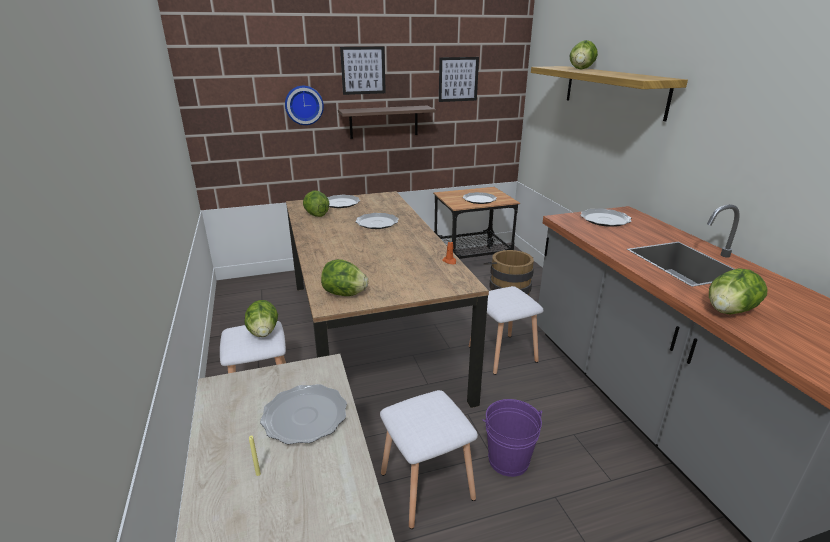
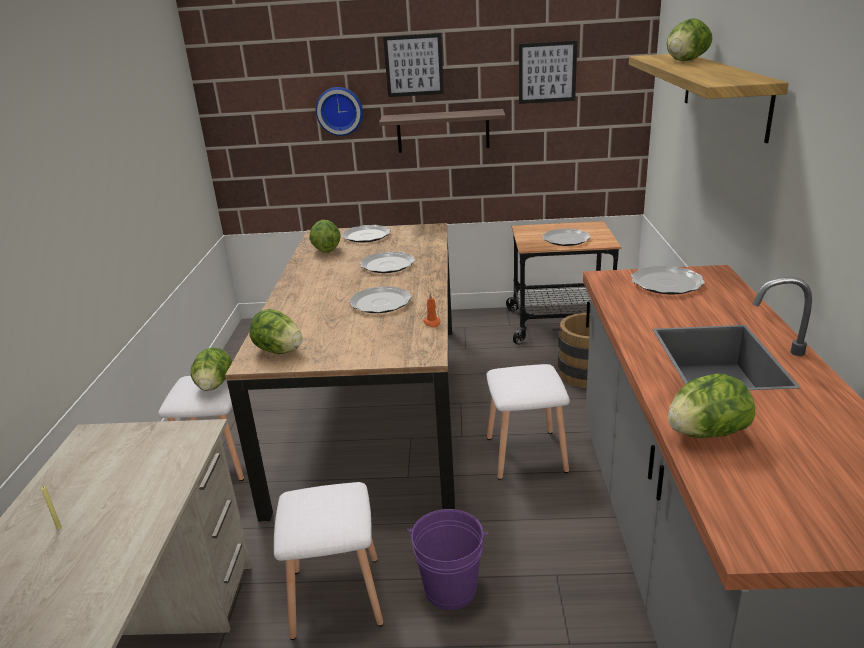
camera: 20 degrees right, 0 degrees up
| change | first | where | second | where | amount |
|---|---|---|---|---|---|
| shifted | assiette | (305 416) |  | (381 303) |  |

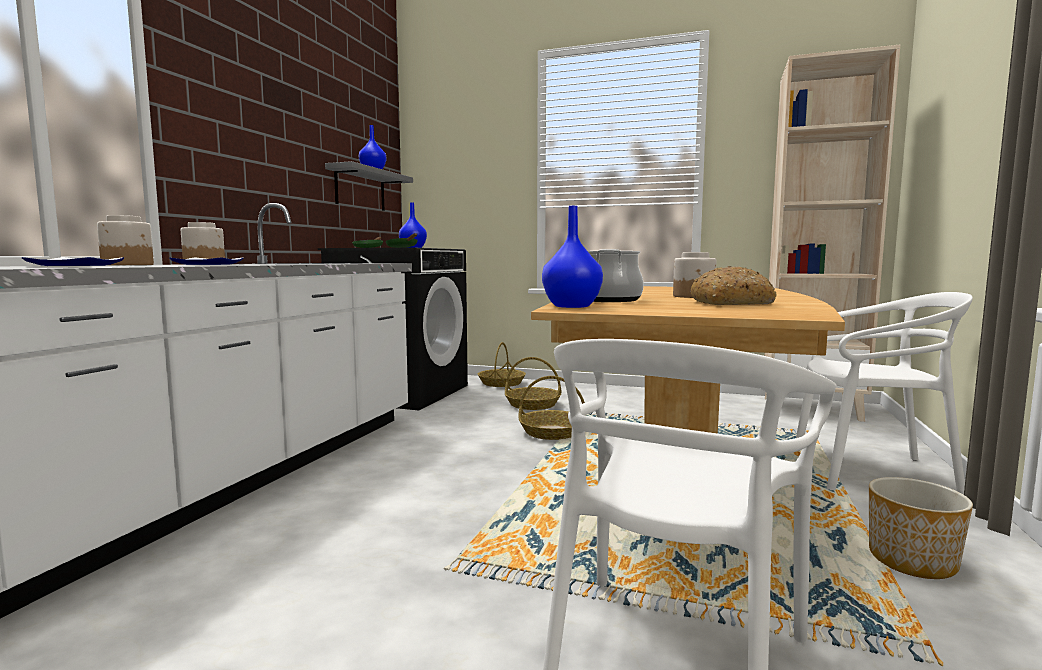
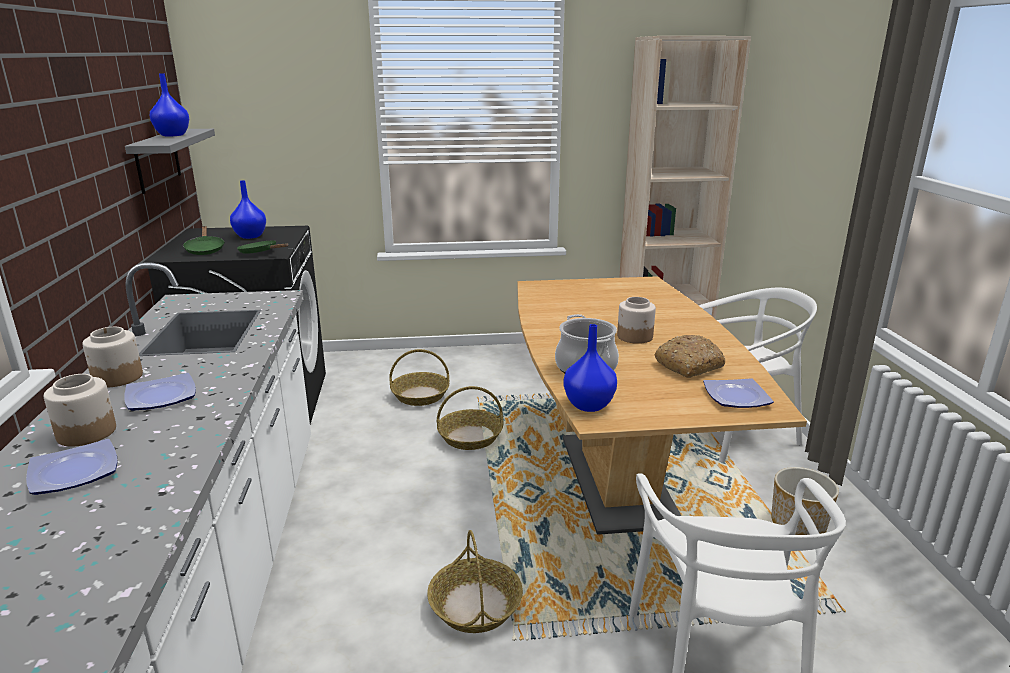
camera: 25 degrees left, 15 degrees up
| change | first | where | second | where | amount |
|---|---|---|---|---|---|
| shifted | panier | (501 383) |  | (475 605) |  |
| new |  |  | assiette | (735 396) |  |

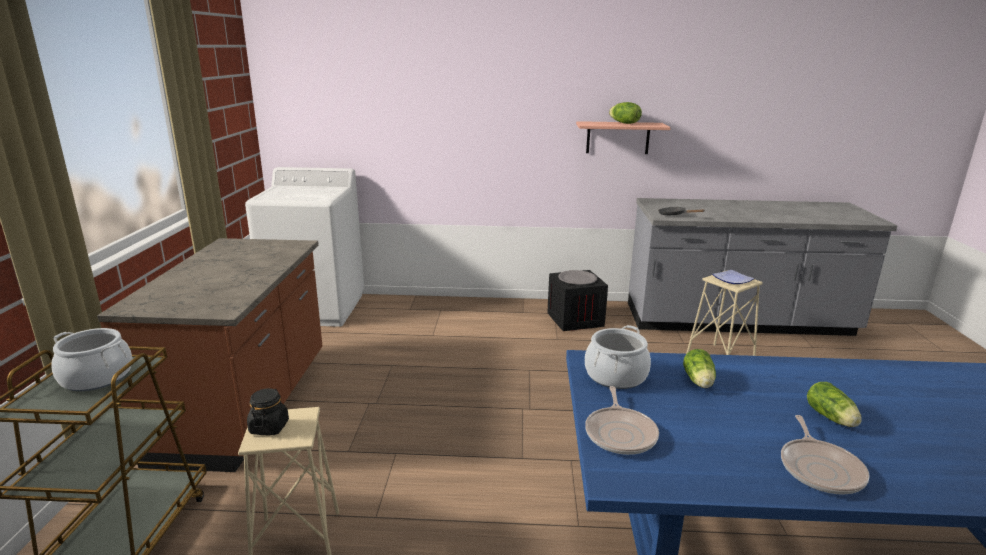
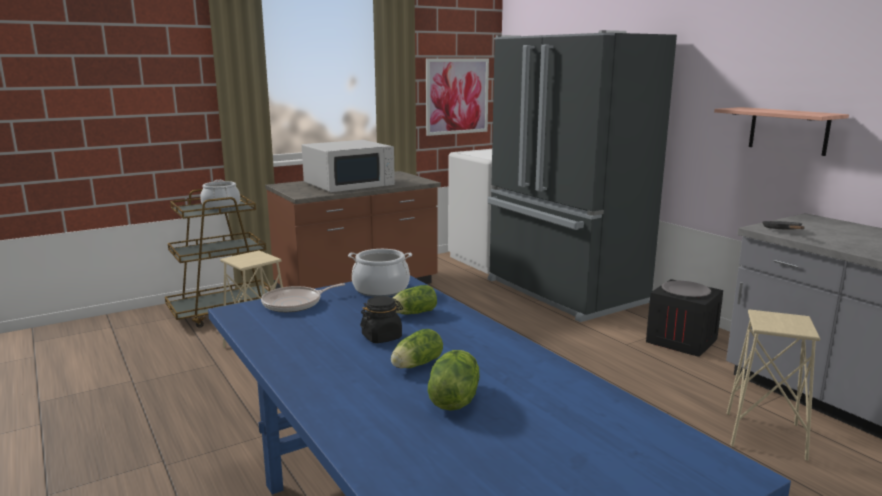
camera: 55 degrees right, 5 degrees down
| change | first | where | second | where | amount |
|---|---|---|---|---|---|
| shifted | laitue | (624 123) |  | (453 399) |  |
| gone | assiette | (731 279) |  |  |  |
| shifted | bocal [noir] | (269 427) |  | (382 337) |  |
| gone | poêle | (820 469) |  |  |  |
| new |  |  | réfrigérateur [noir] | (563 292) |  |
| new |  |  | tableau | (457 96) |  |
| new |  |  | micro-ondes [blanc] | (349 184) |  |

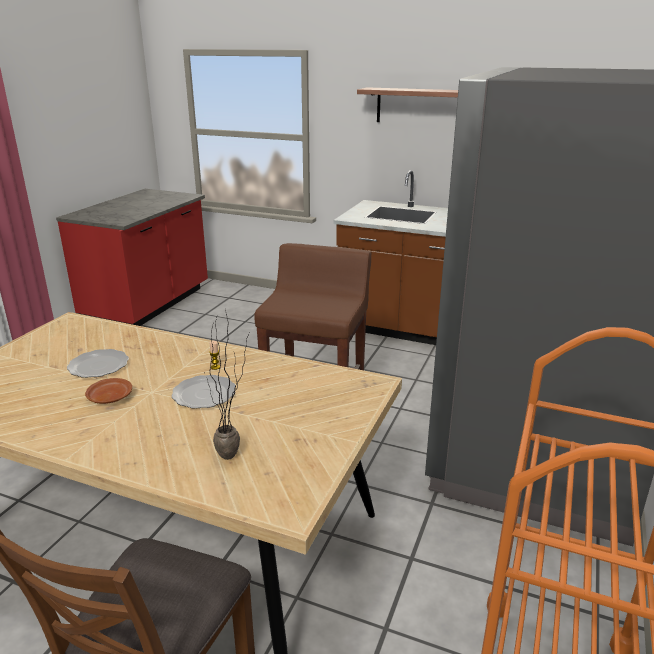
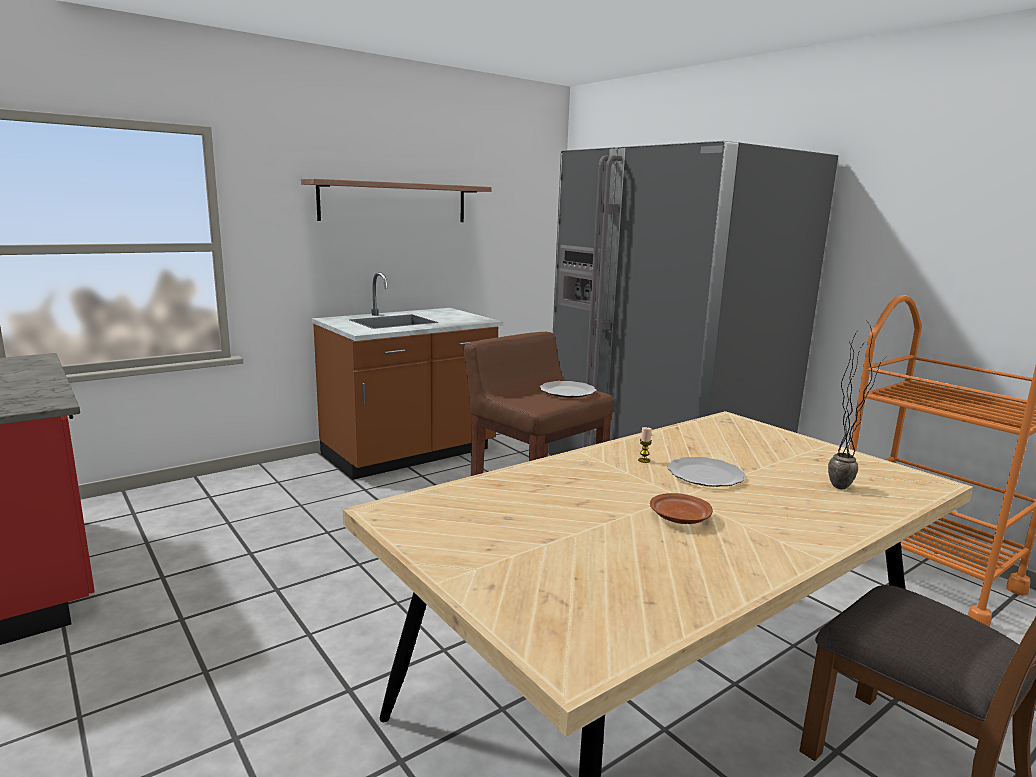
camera: 60 degrees left, 10 degrees down
| change | first | where | second | where | amount |
|---|---|---|---|---|---|
| shifted | assiette | (98 365) |  | (567 392) |  |

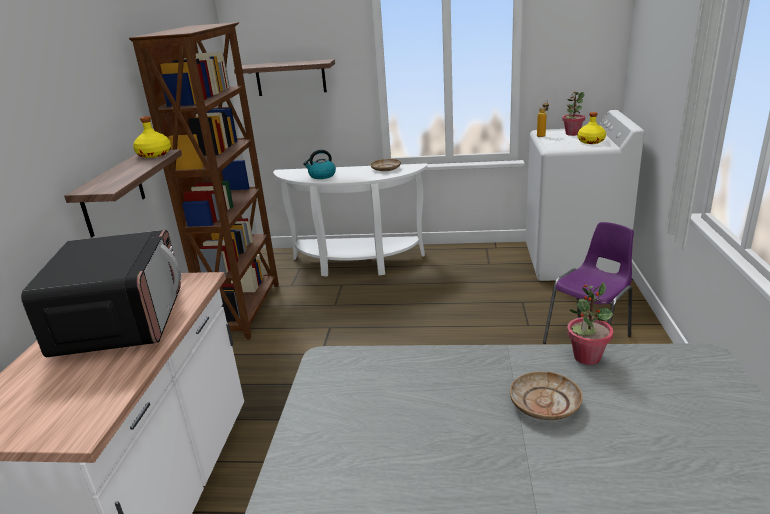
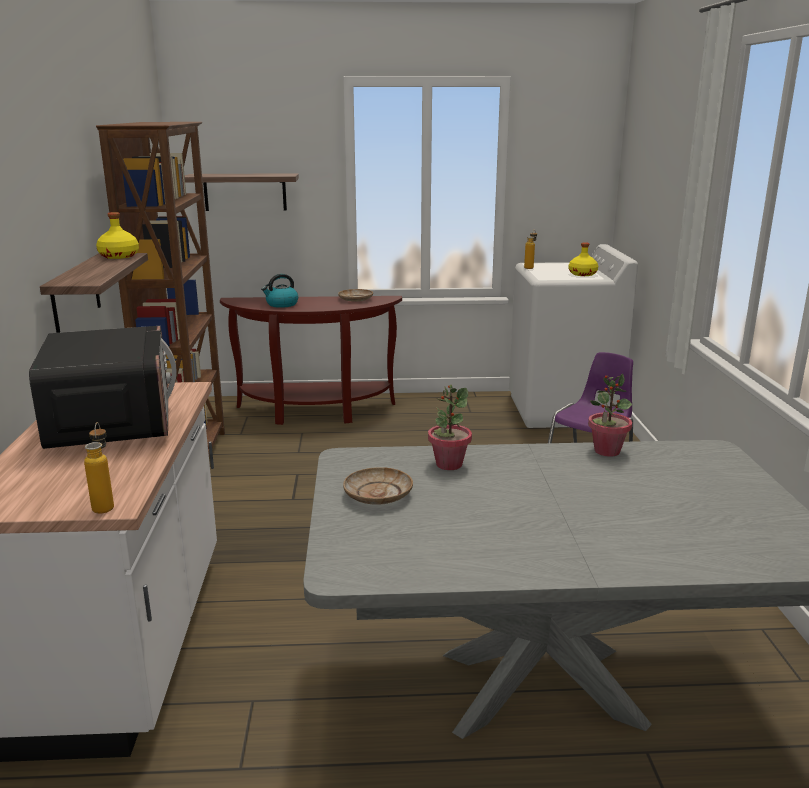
camera: 10 degrees left, 5 degrees down
| change | first | where | second | where | amount |
|---|---|---|---|---|---|
| shifted | plante en pot | (572 134) |  | (448 464) |  |
| repainted | table console [blanc] | (355 264) | table console [marron] | (315 412) |  |
| shifted | assiette [beige] | (544 404) |  | (377 495) |  |
| new |  |  | bouteille | (105 505) |  |

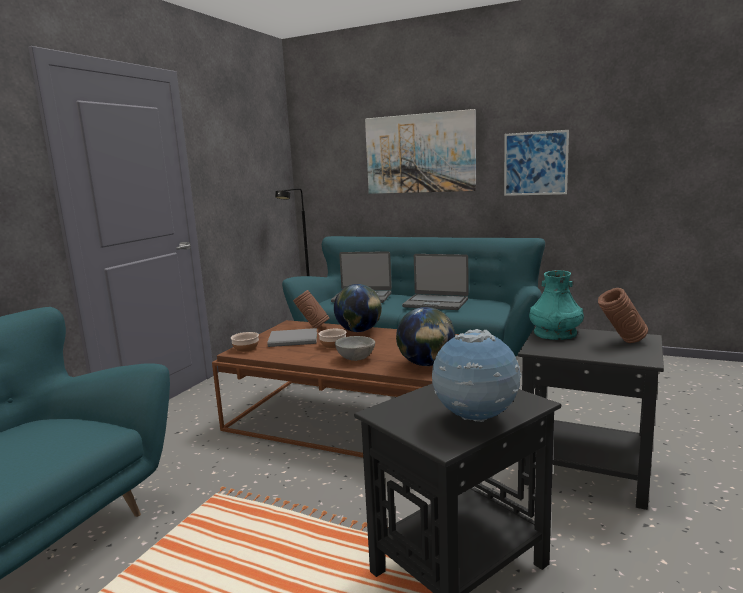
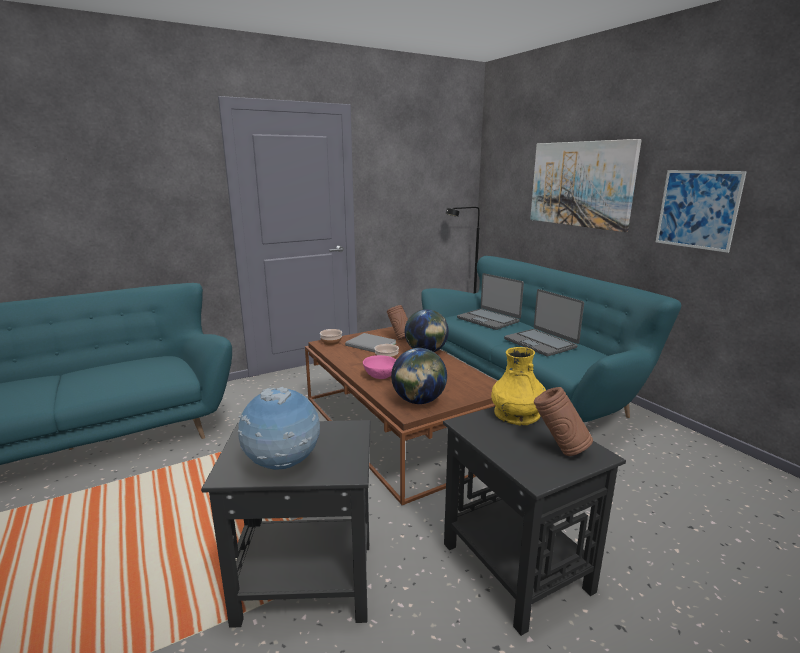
camera: 35 degrees right, 5 degrees up
| change | first | where | second | where | amount |
|---|---|---|---|---|---|
| repainted | vase [turquoise] | (555 333) | vase [jaune] | (517 414) |  |
| repainted | bol [gris] | (355 358) | bol [rose] | (381 376) |  |

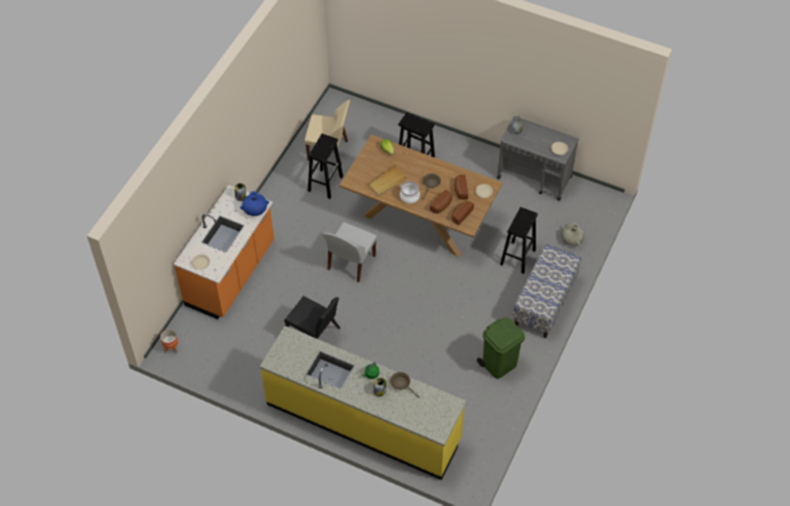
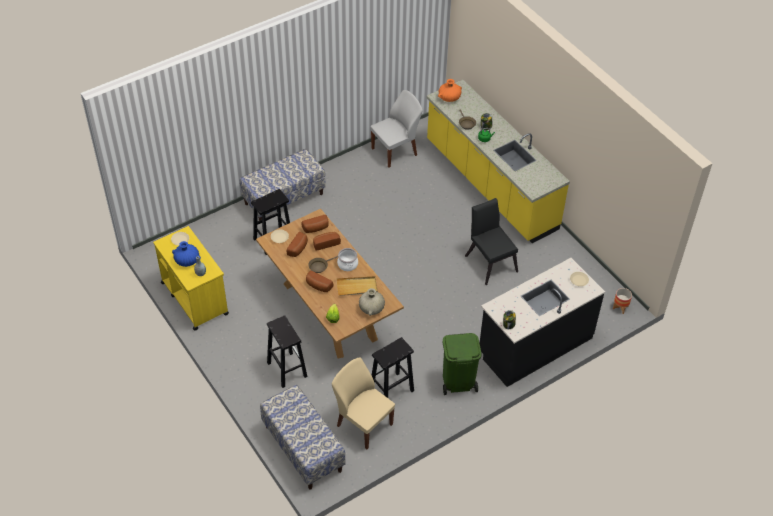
camera: 150 degrees left, 5 degrees down
| change | first | where | second | where | amount |
|---|---|---|---|---|---|
| repainted | chariot [gris] | (535 177) | chariot [jaune] | (194 298) |  |
| repainted | comptoir de cuisine [orange] | (231 274) | comptoir de cuisine [noir] | (534 345) |  |
| shifted | vase [bleu] | (255 210) |  | (187 261) |  |
| shifted | chaise [blanc] | (350 263) |  | (395 151) |  |
| shifted | vase [beige] | (571 239) |  | (371 308) |  |
| shifted | poubelle [vert] | (499 364) |  | (458 382) |  |
| new |  |  | vase [orange] | (449 98) |  |
| new |  |  | pain | (318 286) |  |
| new |  |  | banc | (303 448) |  |

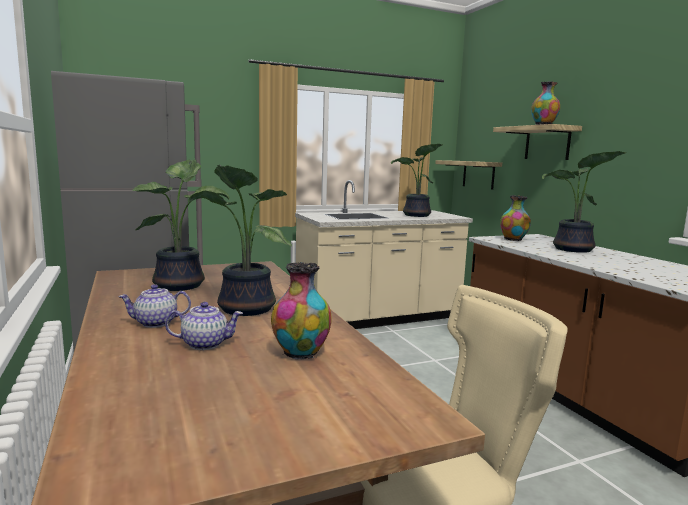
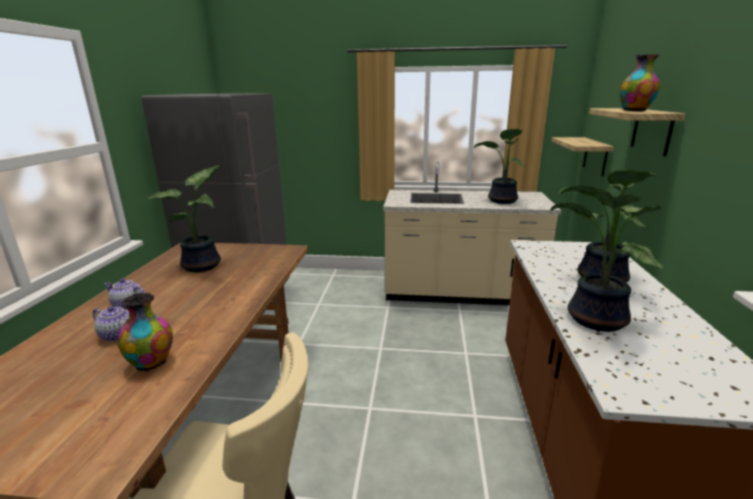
camera: 30 degrees right, 10 degrees up
| change | first | where | second | where | amount |
|---|---|---|---|---|---|
| shifted | plante en pot | (243 309) |  | (593 319) |  |
| gone | vase | (513 240) |  |  |  |

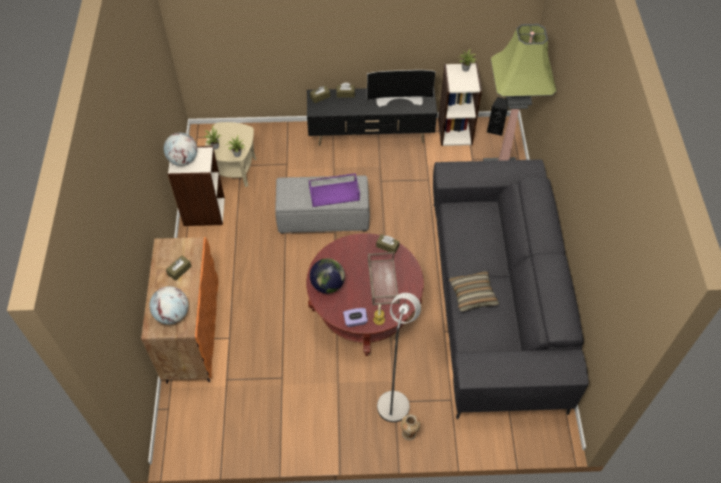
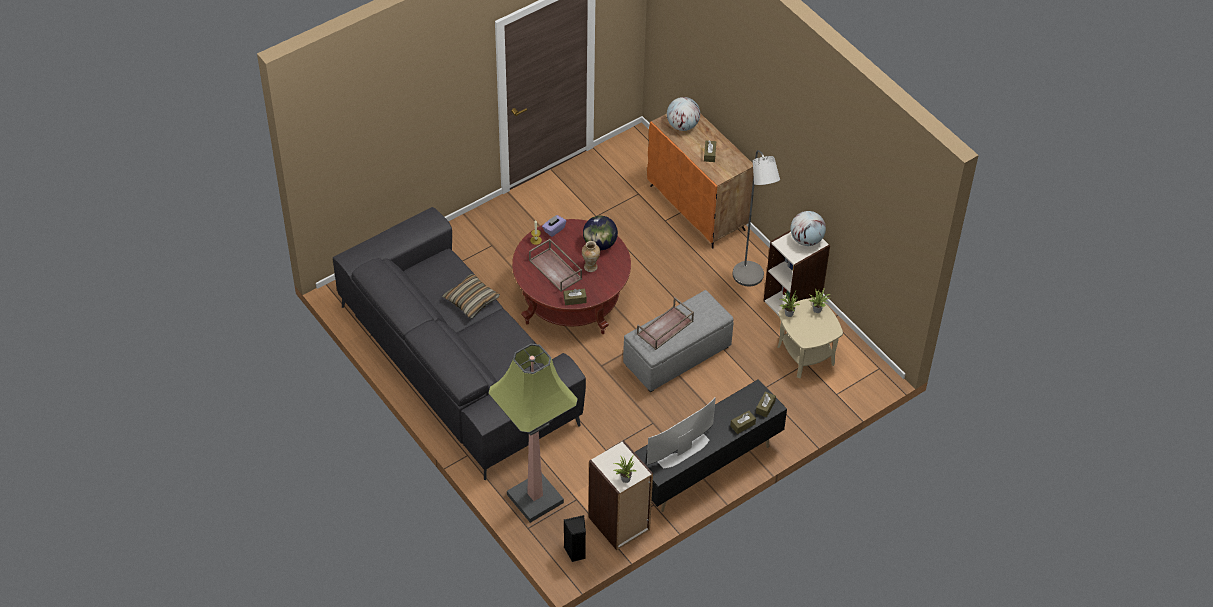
camera: 145 degrees right, 5 degrees down
| change | first | where | second | where | amount |
|---|---|---|---|---|---|
| repainted | plateau [violet] | (334 193) | plateau [marron] | (665 328) |  |
| shifted | lampadaire [gris] | (394 400) |  | (750 279) |  |
| shifted | vase | (409 433) |  | (590 267) |  |

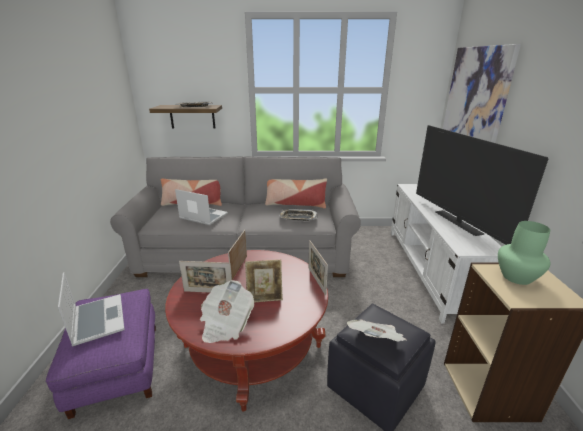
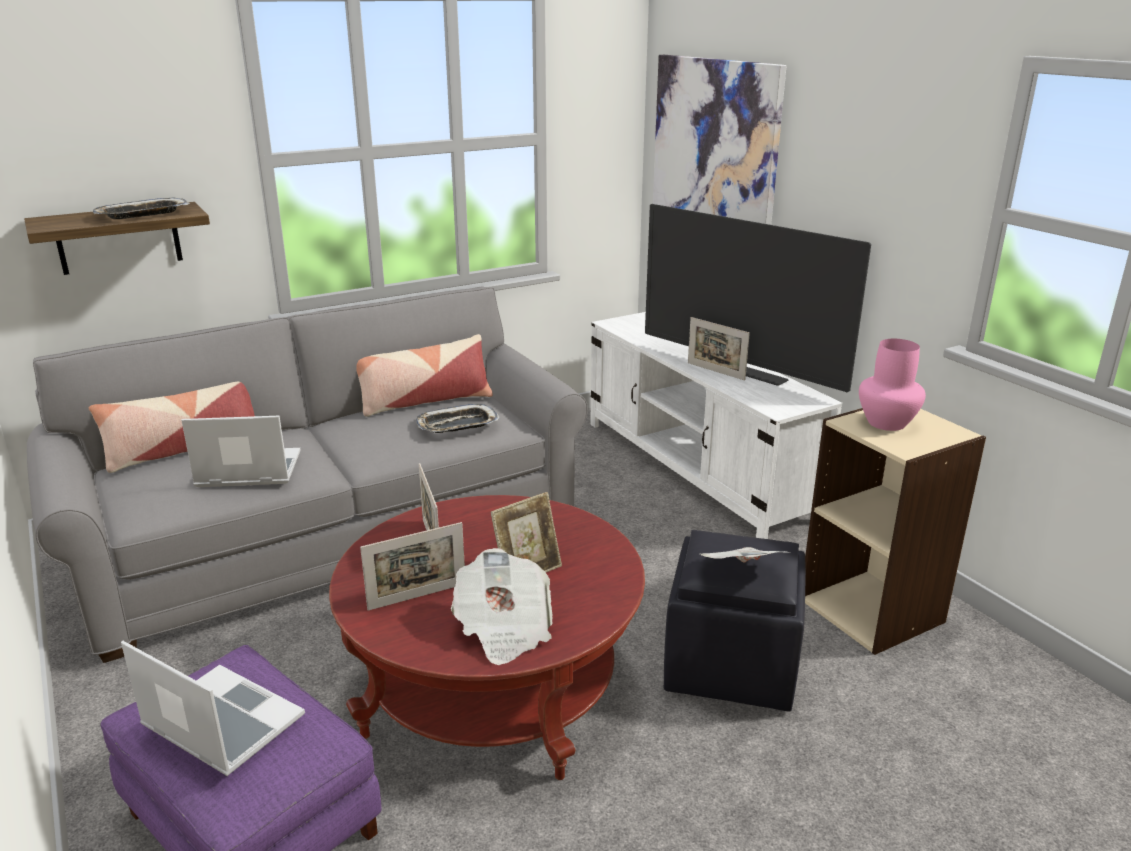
camera: 30 degrees left, 0 degrees up
| change | first | where | second | where | amount |
|---|---|---|---|---|---|
| repainted | vase [vert] | (516 277) | vase [rose] | (887 423) |  |
| shifted | cadre photo | (316 281) |  | (715 371) |  |

